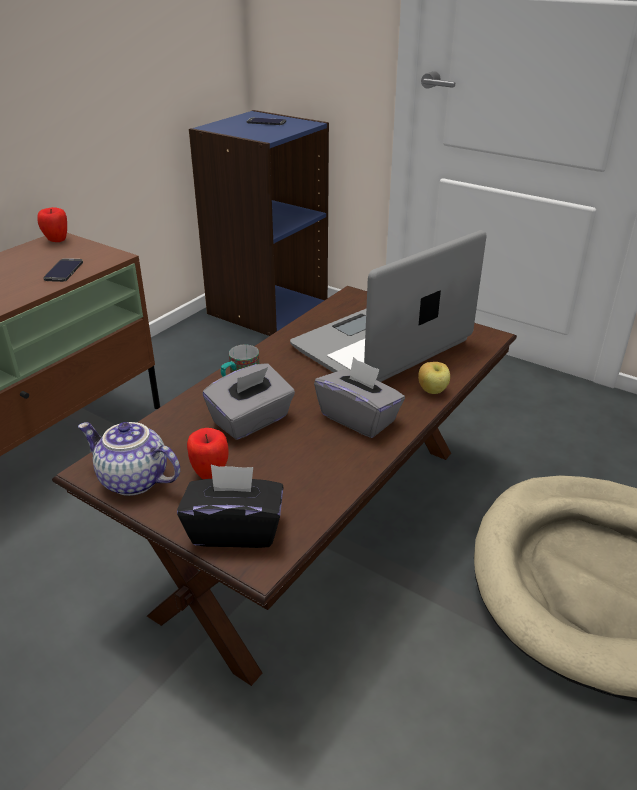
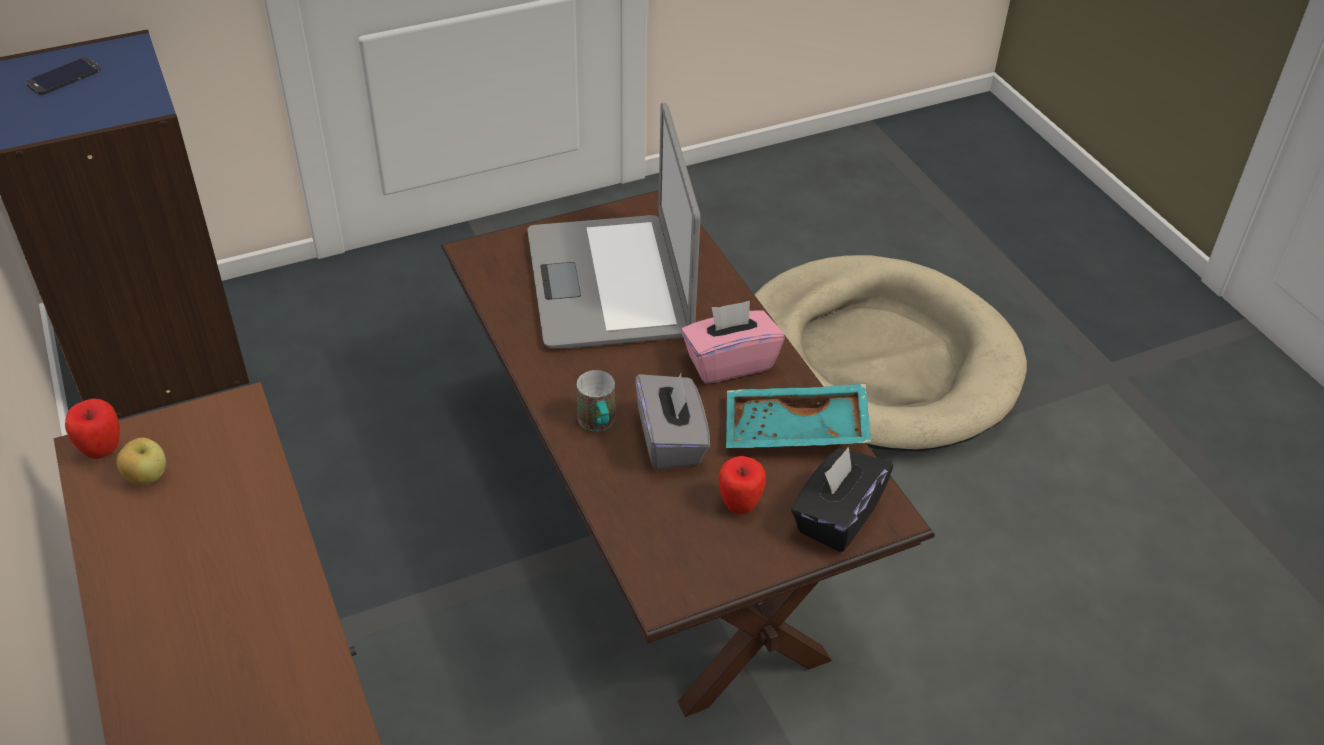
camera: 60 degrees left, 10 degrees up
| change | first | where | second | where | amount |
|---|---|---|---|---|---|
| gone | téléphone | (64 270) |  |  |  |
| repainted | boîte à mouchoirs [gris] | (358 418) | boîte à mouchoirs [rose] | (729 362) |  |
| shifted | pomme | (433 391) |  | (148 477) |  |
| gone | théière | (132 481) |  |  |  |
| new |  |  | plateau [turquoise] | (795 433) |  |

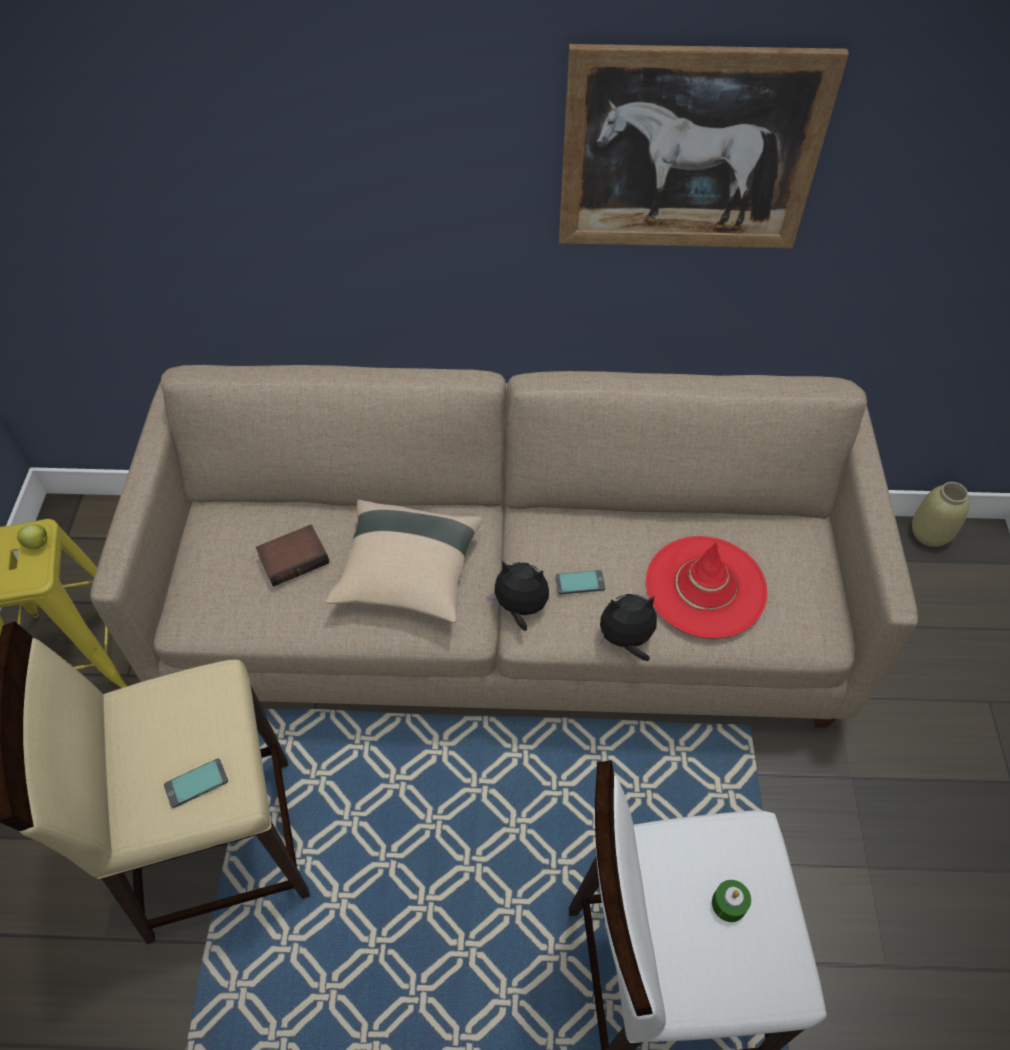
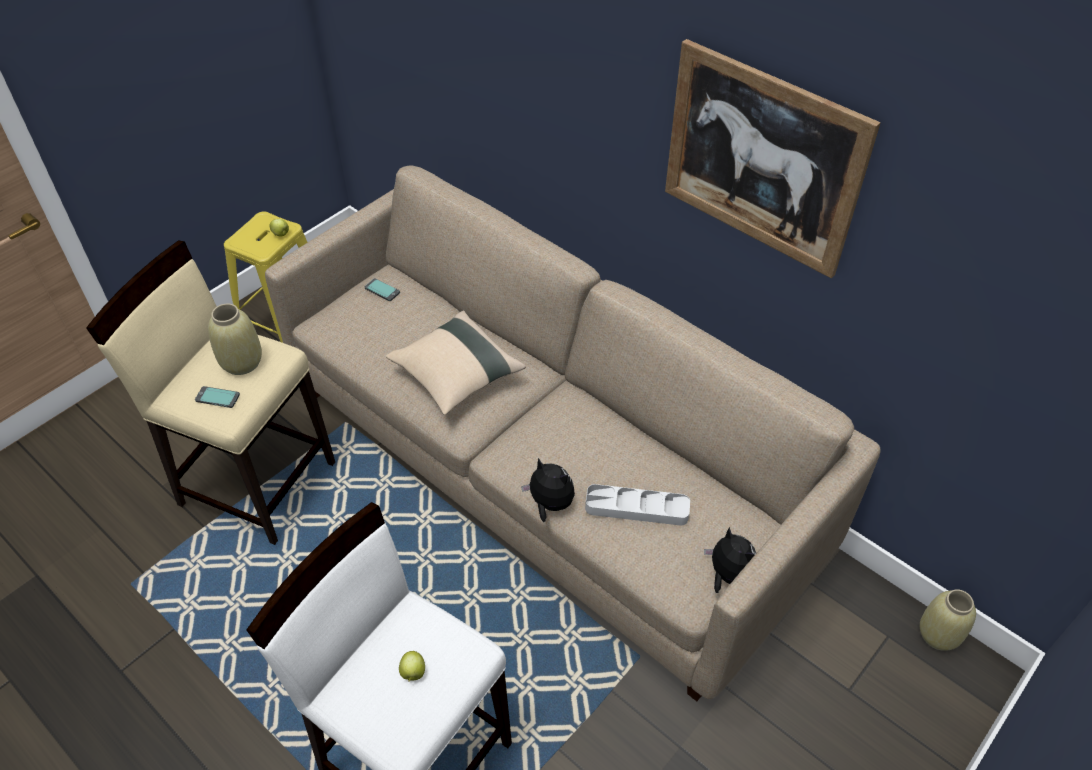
camera: 40 degrees right, 5 degrees down
| change | first | where | second | where | amount |
|---|---|---|---|---|---|
| gone | livre | (294 557) |  |  |  |
| swapped | chapeau [rouge] | (705 587) | plateau [gris] | (636 508) |  |
| shifted | peluche | (520 608) |  | (728 576) |  |
| shifted | téléphone | (580 582) |  | (382 290) |  |
| swapped | bougie [vert] | (729 904) | pomme | (413 673) |  |
| new |  |  | vase [beige] | (241 362) |  |

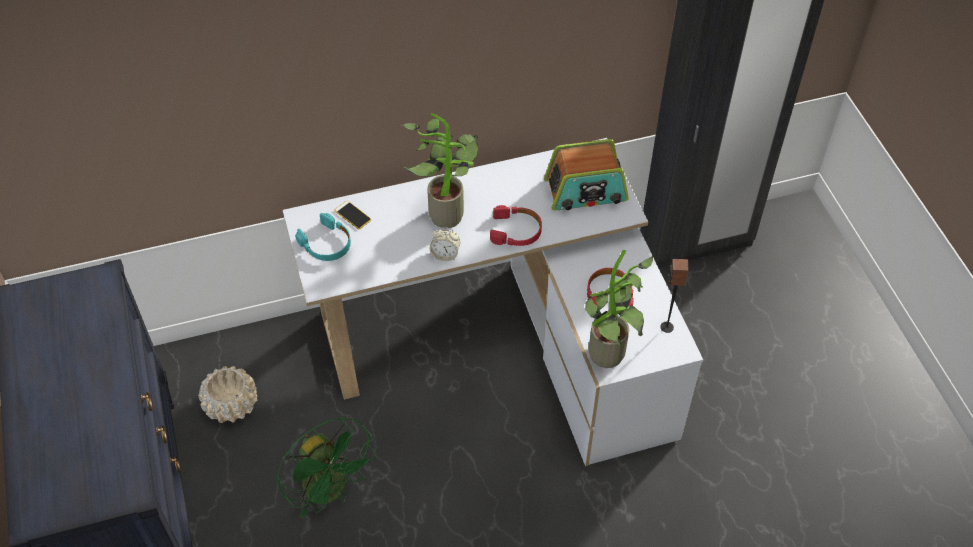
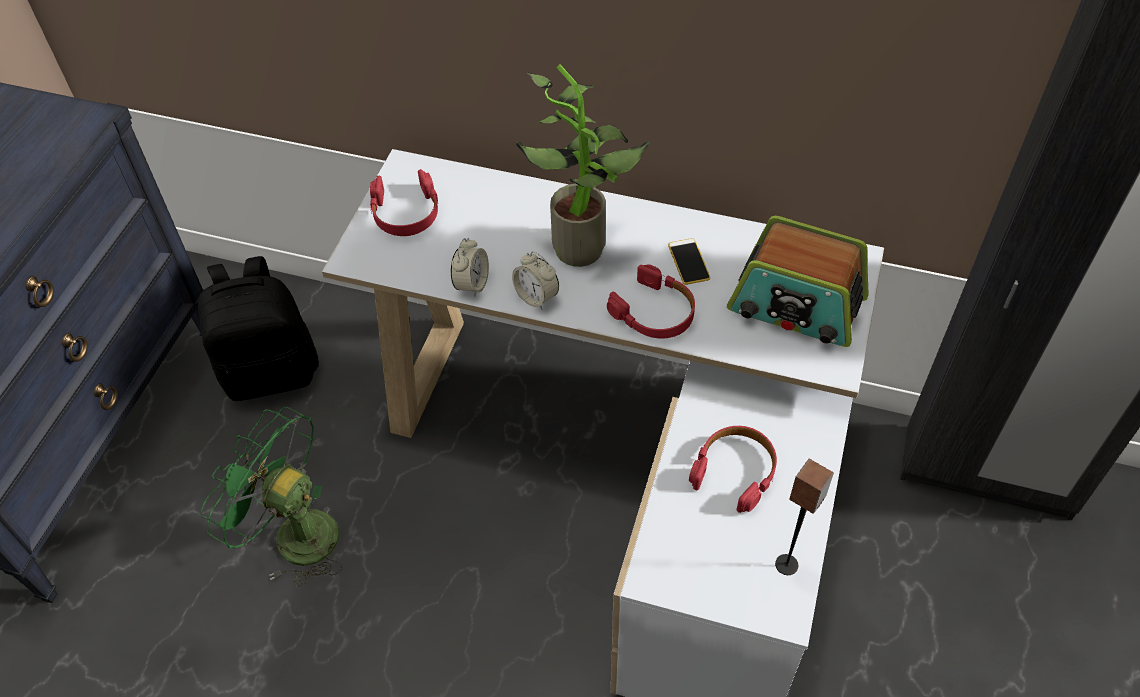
camera: 35 degrees right, 0 degrees up
| change | first | where | second | where | amount |
|---|---|---|---|---|---|
| shifted | téléphone | (353 215) |  | (688 262) |  |
| repainted | casque audio [turquoise] | (326 244) | casque audio [rouge] | (406 212) |  |
| gone | plante en pot | (610 358) |  |  |  |
| swapped | cache-pot [beige] | (232 405) | sac à dos [noir] | (271 371) |  |
| rotated | ventilateur [vert] | (332 490) |  | (293 534) | 120 degrees clockwise |
| new |  |  | réveil | (472 284) |  |

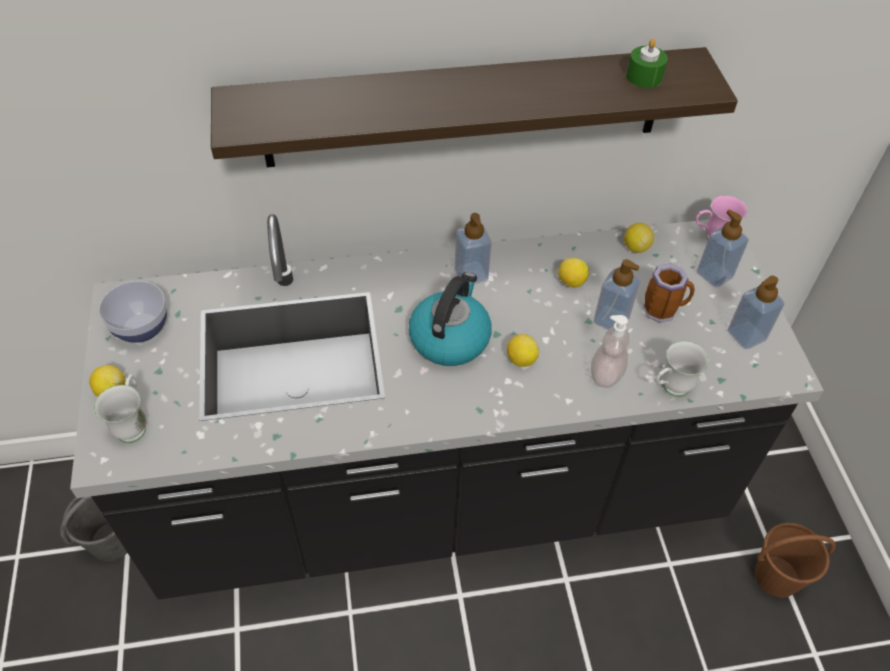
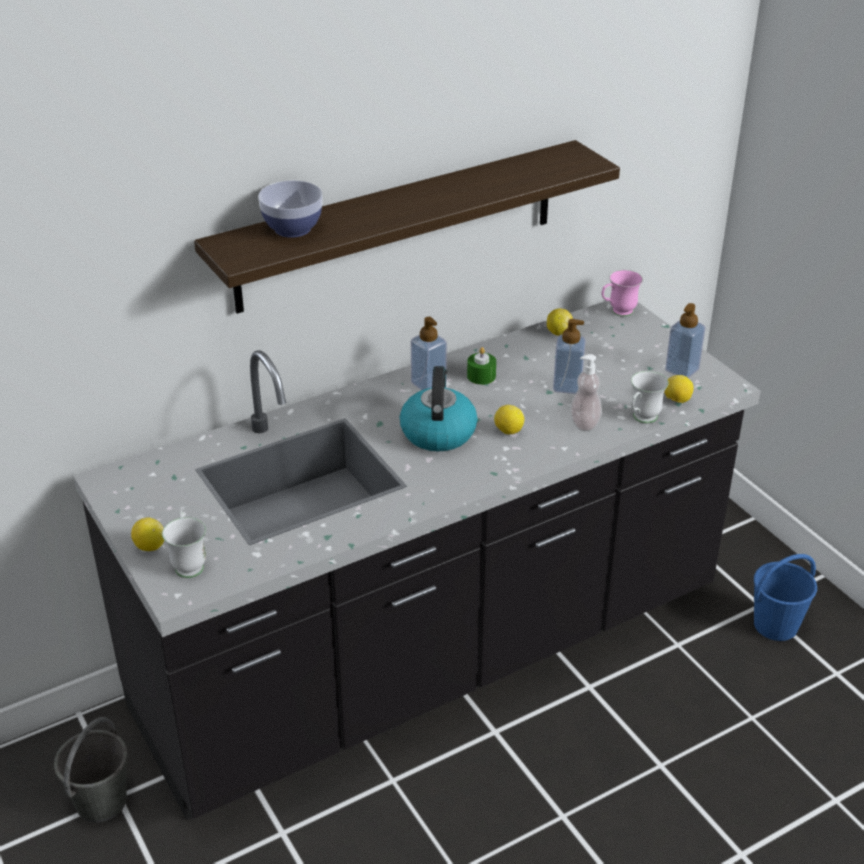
camera: 20 degrees left, 15 degrees down
| change | first | where | second | where | amount |
|---|---|---|---|---|---|
| shifted | bougie [vert] | (644 77) |  | (481 376) |  |
| gone | distributeur de savon | (714 275) |  |  |  |
| shifted | citron | (571 282) |  | (676 400) |  |
| gone | mug | (662 309) |  |  |  |
| shifted | bol | (141 328) |  | (292 229) |  |
| repainted | seau [marron] | (777 576) | seau [bleu] | (776 625) |  |

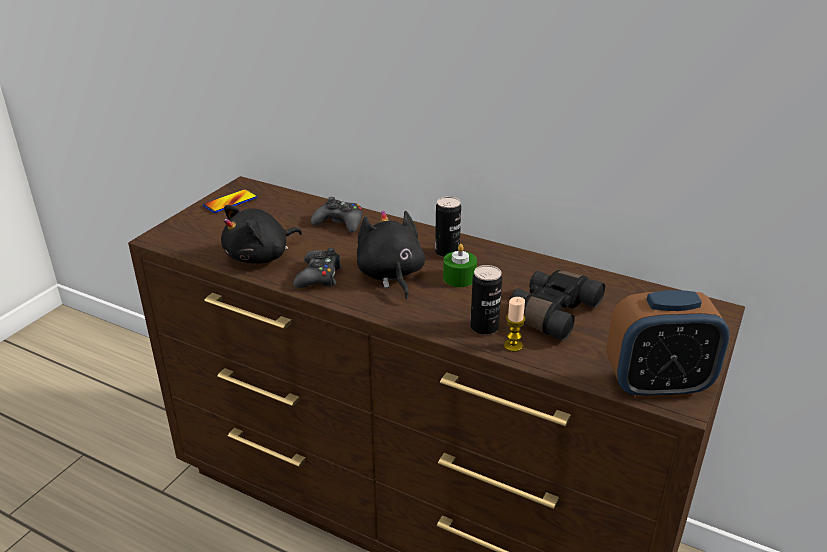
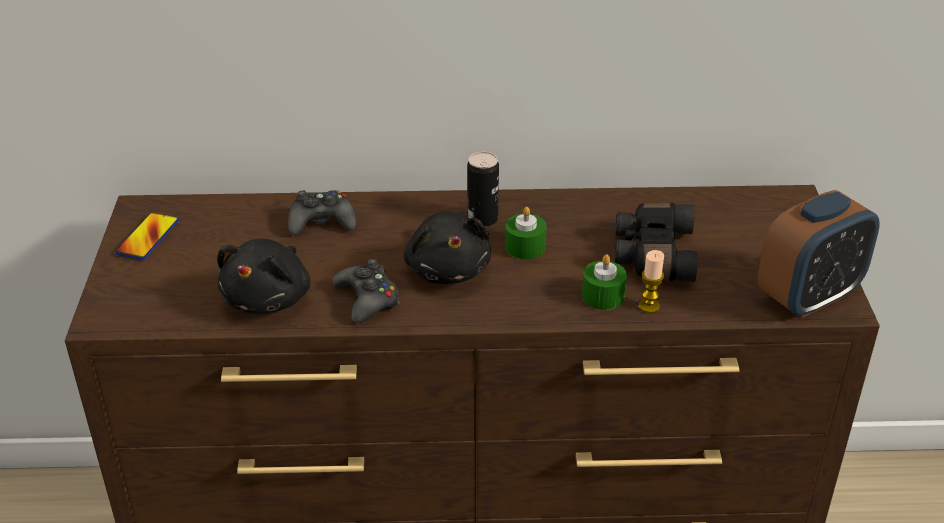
camera: 30 degrees left, 5 degrees up
| change | first | where | second | where | amount |
|---|---|---|---|---|---|
| rotated | peluche [noir] | (390 275) |  | (448 269) | 150 degrees counterclockwise |
| swapped | boîte métallique | (484 327) | bougie [vert] | (603 296) |  |

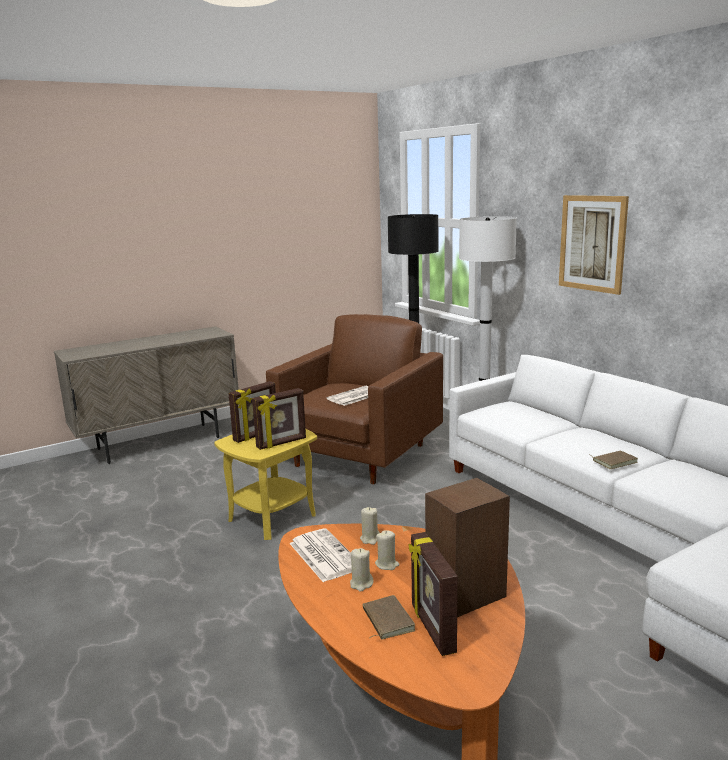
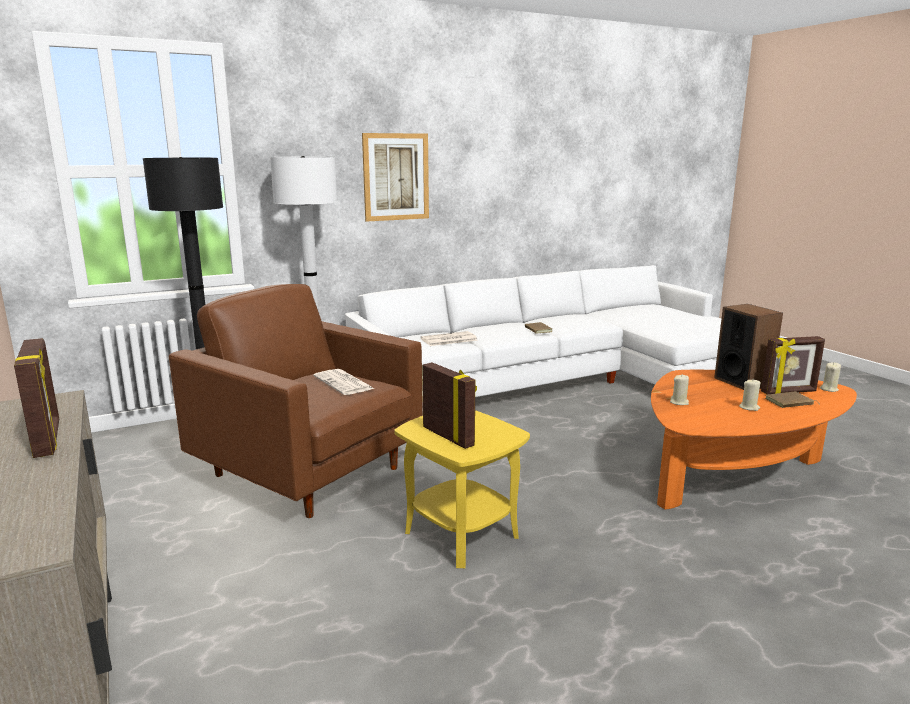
camera: 85 degrees left, 0 degrees up
| change | first | where | second | where | amount |
|---|---|---|---|---|---|
| shifted | cadre photo | (281 443) |  | (48 439) |  |
| shifted | journal | (323 555) |  | (448 340) |  |
| shifted | bougie [beige] | (387 564) |  | (829 389) |  |

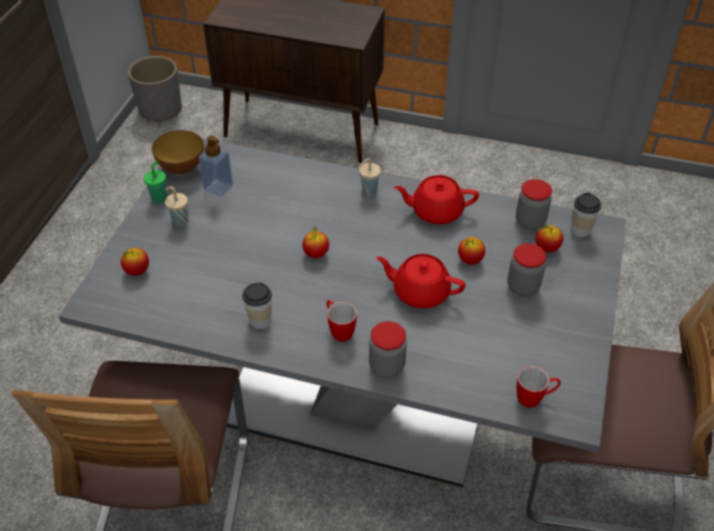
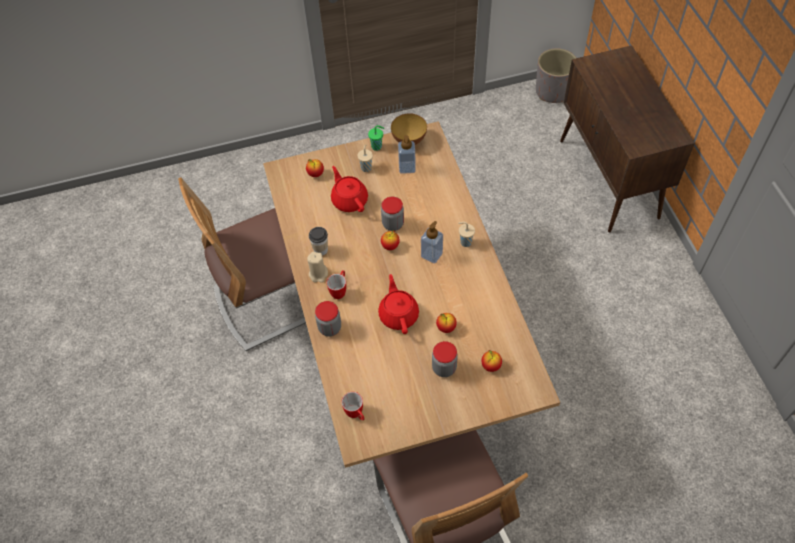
camera: 60 degrees right, 10 degrees up
| change | first | where | second | where | amount |
|---|---|---|---|---|---|
| repainted | table à manger [gris] | (356 400) | table à manger [marron] | (401 349) |  |
| shifted | théière [rouge] | (435 211) |  | (349 200) |  |
| shifted | bocal | (530 222) |  | (393 224) |  |
| gone | tasse | (580 230) |  |  |  |
| new |  |  | distributeur de savon | (431 255) |  |
| new |  |  | bougie [beige] | (318 274) |  |

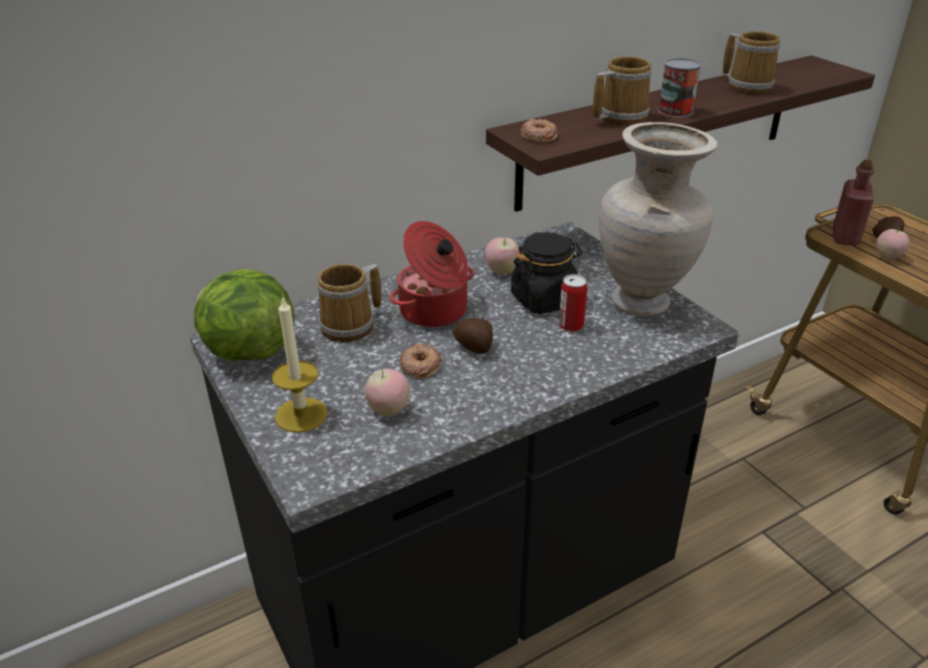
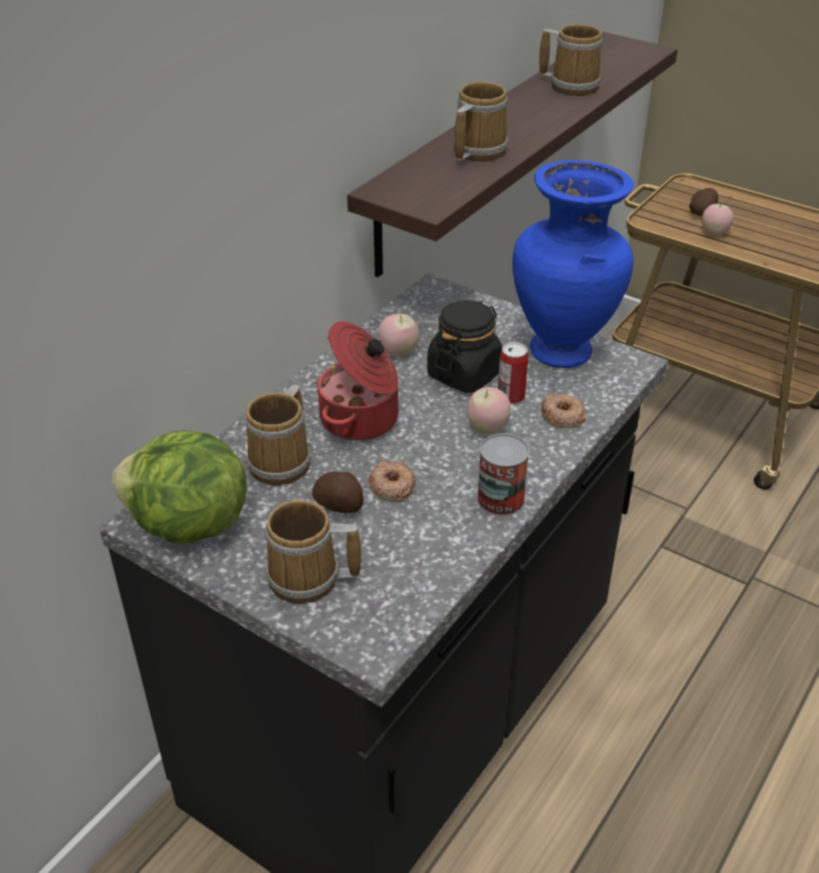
camera: 25 degrees left, 5 degrees up
| change | first | where | second | where | amount |
|---|---|---|---|---|---|
| shifted | boîte métallique | (675 111) |  | (500 499) |  |
| shifted | beignet | (538 136) |  | (562 415) |  |
| repainted | vase [beige] | (643 303) | vase [bleu] | (563 352) |  |
| gone | bouteille [rouge] | (845 237) |  |  |  |
| swapped | bougie | (301 415) | mug | (308 580) |  |
| shifted | pomme de terre | (475 347) |  | (340 506) |  |
| shifted | pomme | (389 410) |  | (487 428) |  |

